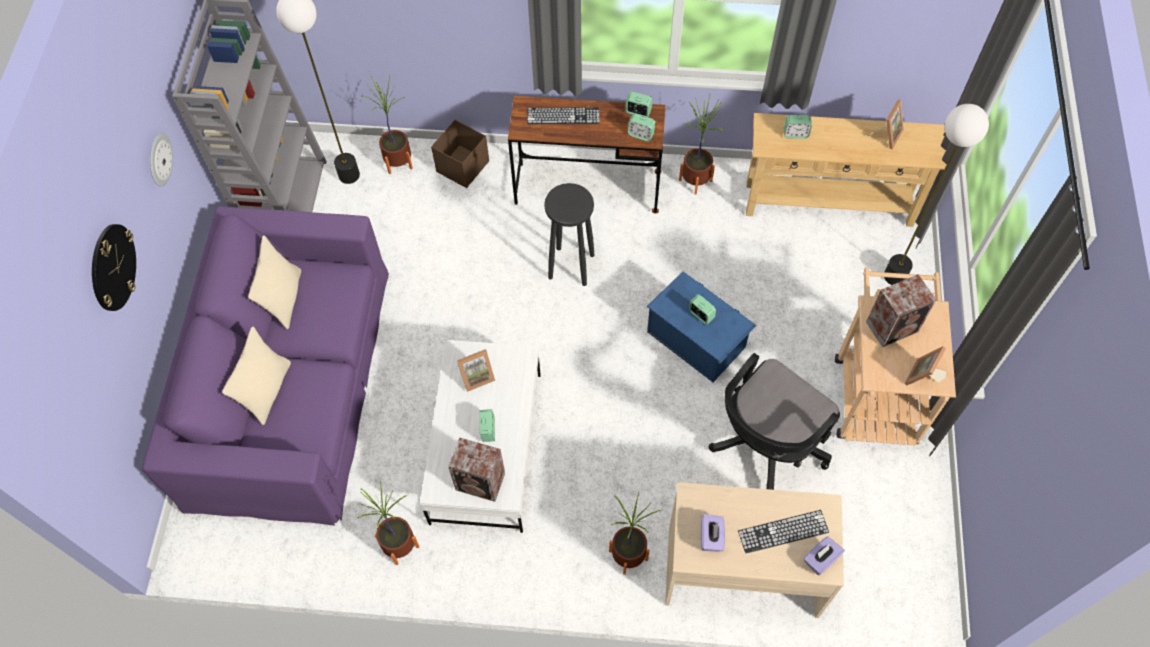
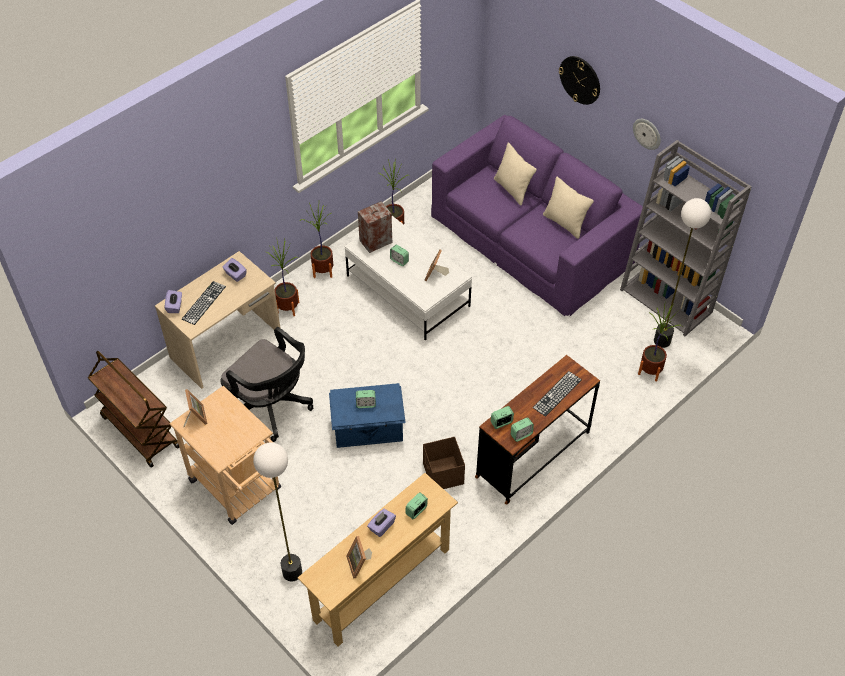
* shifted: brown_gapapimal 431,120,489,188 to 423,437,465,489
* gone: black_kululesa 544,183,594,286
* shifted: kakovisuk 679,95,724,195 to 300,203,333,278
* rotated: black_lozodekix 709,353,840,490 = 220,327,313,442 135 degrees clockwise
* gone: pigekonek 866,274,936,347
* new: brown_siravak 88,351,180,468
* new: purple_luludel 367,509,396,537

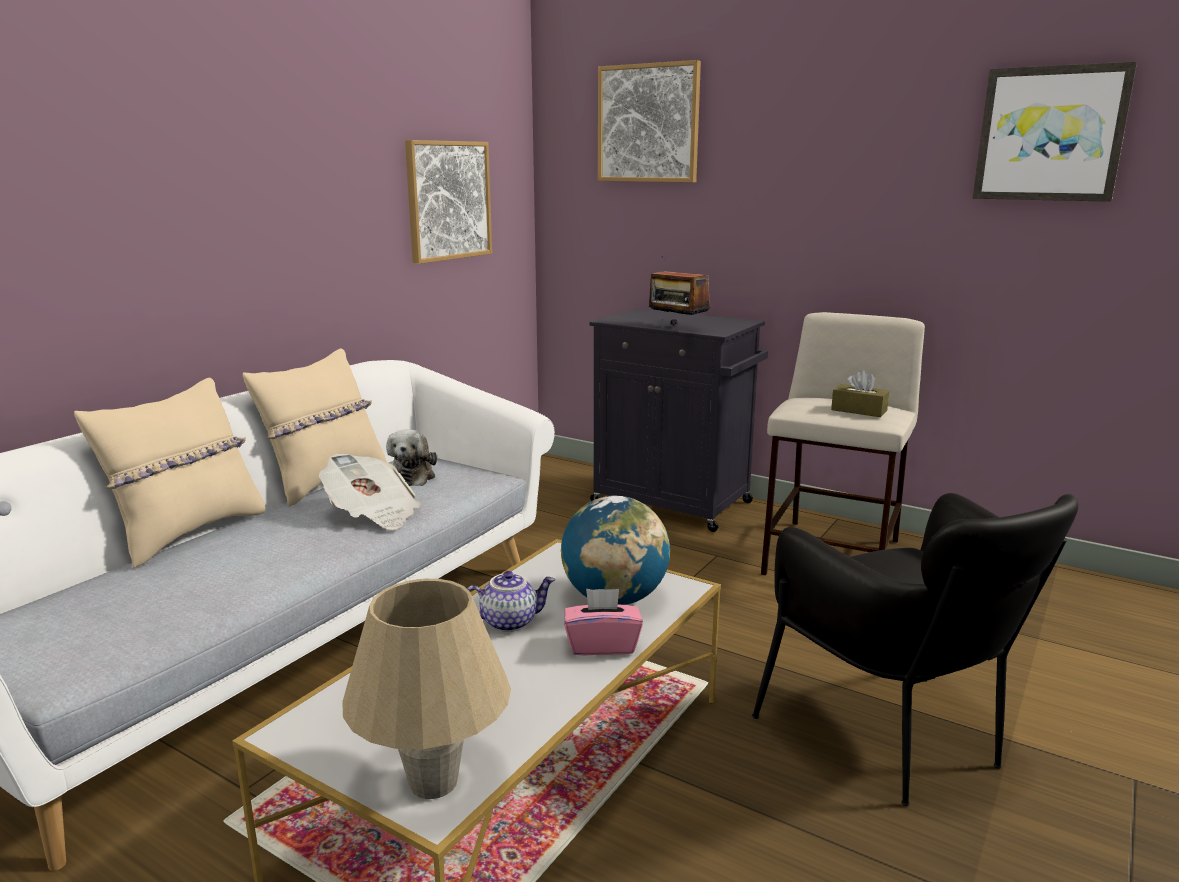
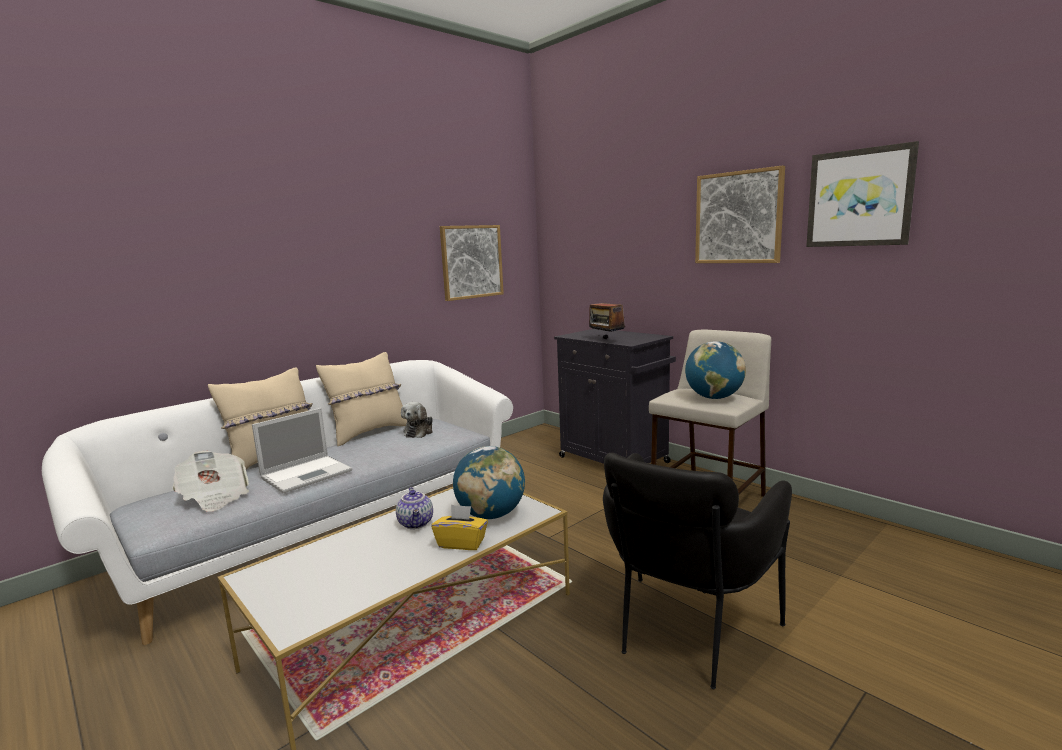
* shifted: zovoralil 319,453,421,530 to 172,451,249,512
* gone: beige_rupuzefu 342,579,511,799
* rotated: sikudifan 467,571,555,632 = 396,487,433,529 75 degrees clockwise
* repainted: pink_luludel 564,589,643,655 to yellow_luludel 431,504,488,550
* shifted: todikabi 598,60,701,182 to 695,165,785,263
* rotated: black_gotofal 752,493,1078,806 = 603,453,792,689 45 degrees clockwise
* swapped: brown_luludel 831,370,889,417 to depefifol 685,341,746,399
* new: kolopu 252,408,352,493

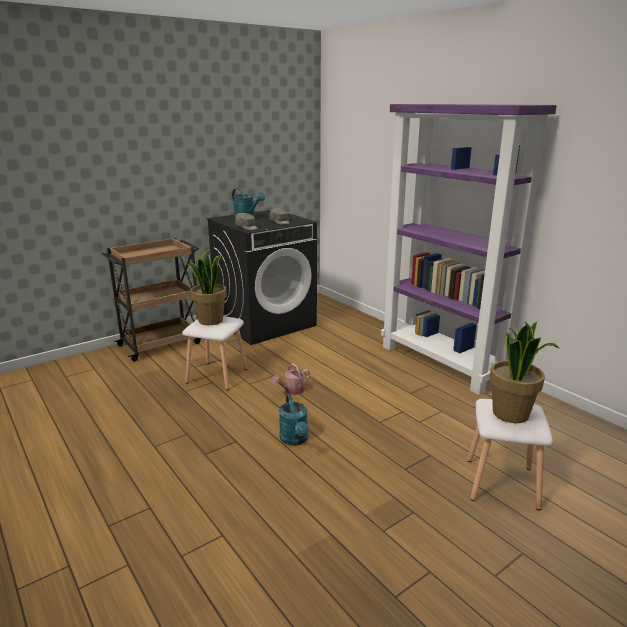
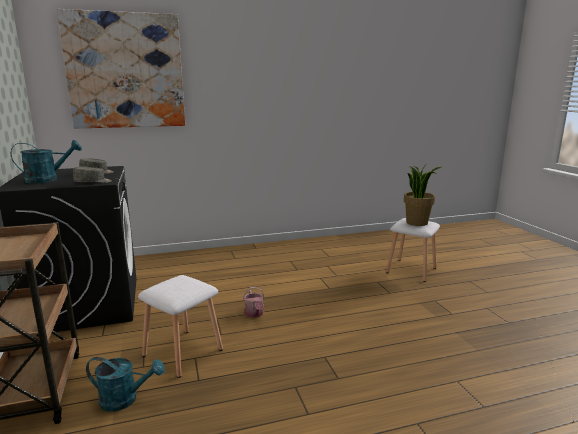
* gone: kakovisuk 187,249,227,325
* shifted: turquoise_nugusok 279,394,309,446 to 86,357,165,412
* gone: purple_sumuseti 381,104,557,395
* new: todikabi 57,9,185,129

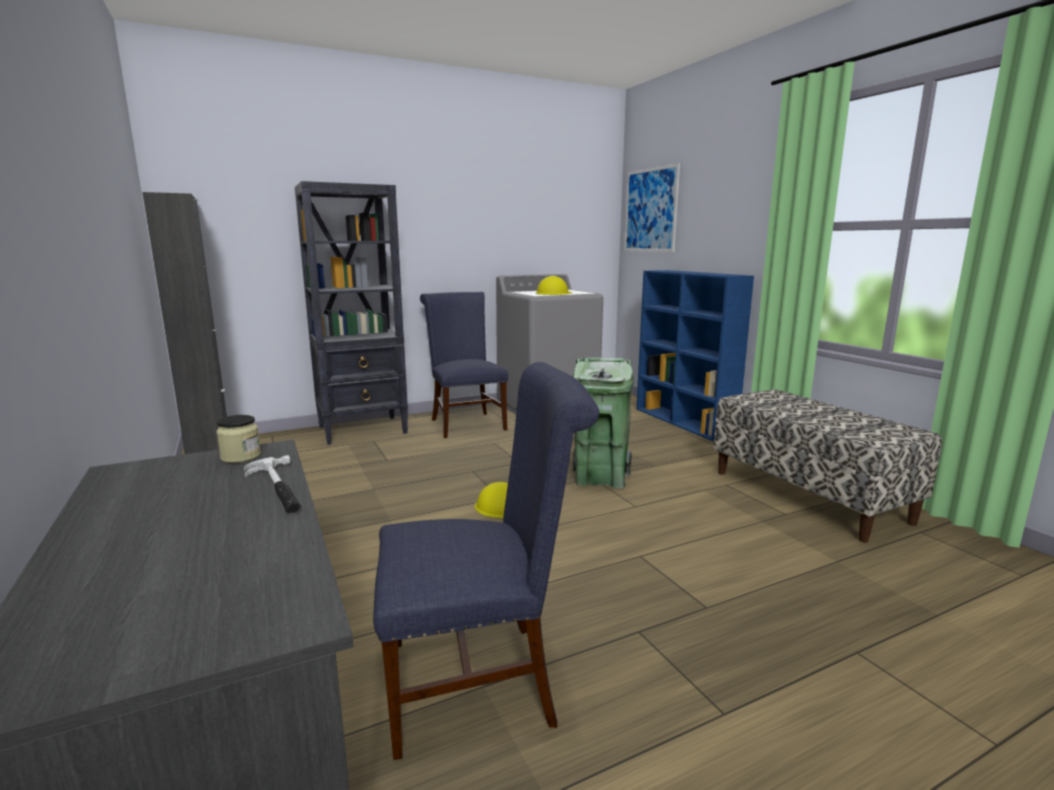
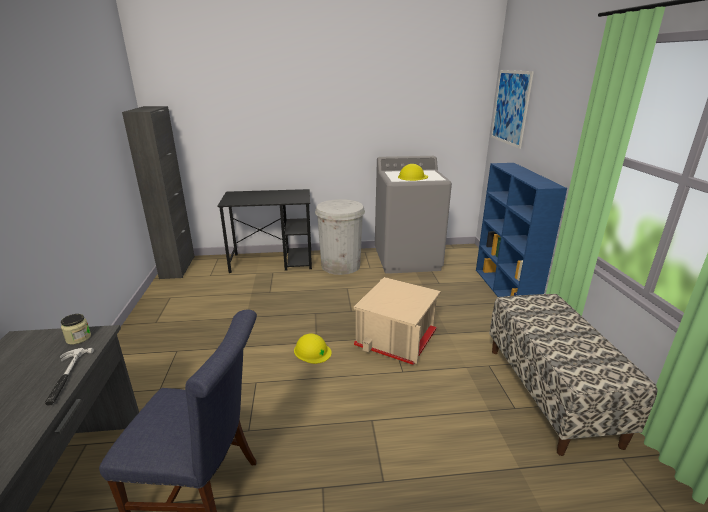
* swapped: black_sumuseti 295,181,408,445 to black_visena 217,189,312,273
* swapped: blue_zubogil 420,292,508,438 to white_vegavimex 315,199,365,275
* swapped: green_vegavimex 573,358,634,489 to beige_gapapimal 353,277,441,365

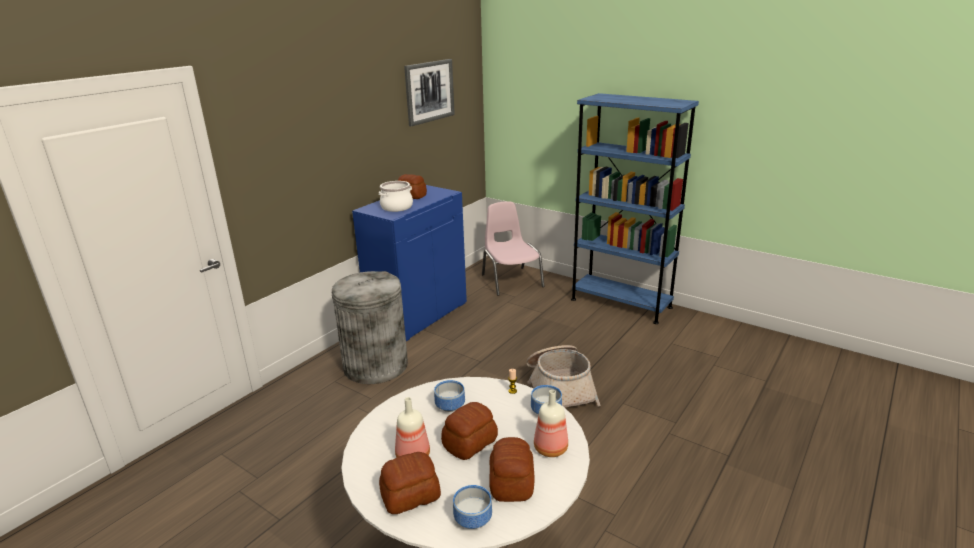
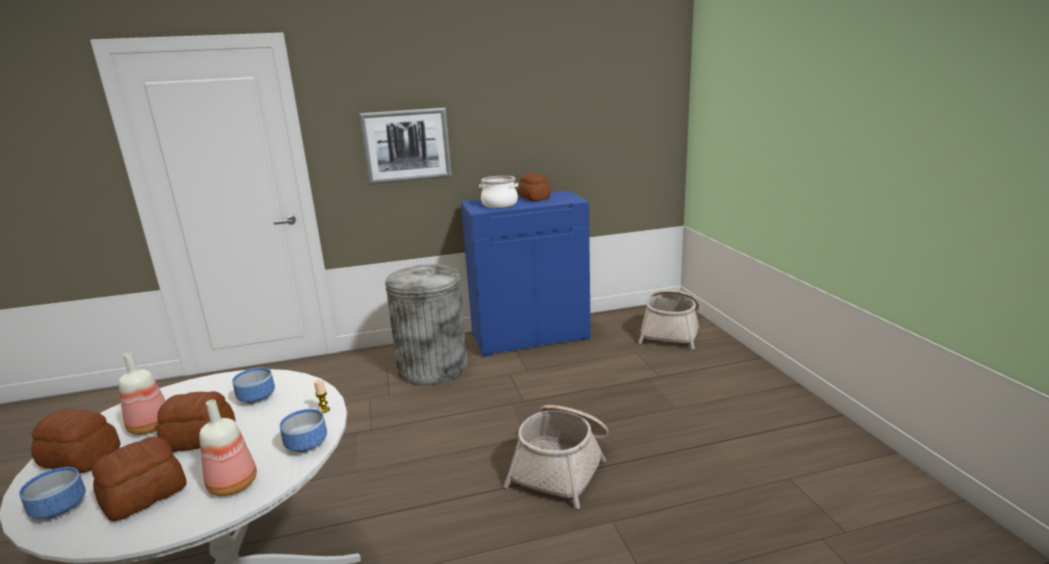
* shifted: todikabi 404,59,455,126 to 359,108,452,185
* swapped: pink_zubogil 482,201,545,296 to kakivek 638,290,700,349
* gone: blue_sumuseti 571,93,699,324

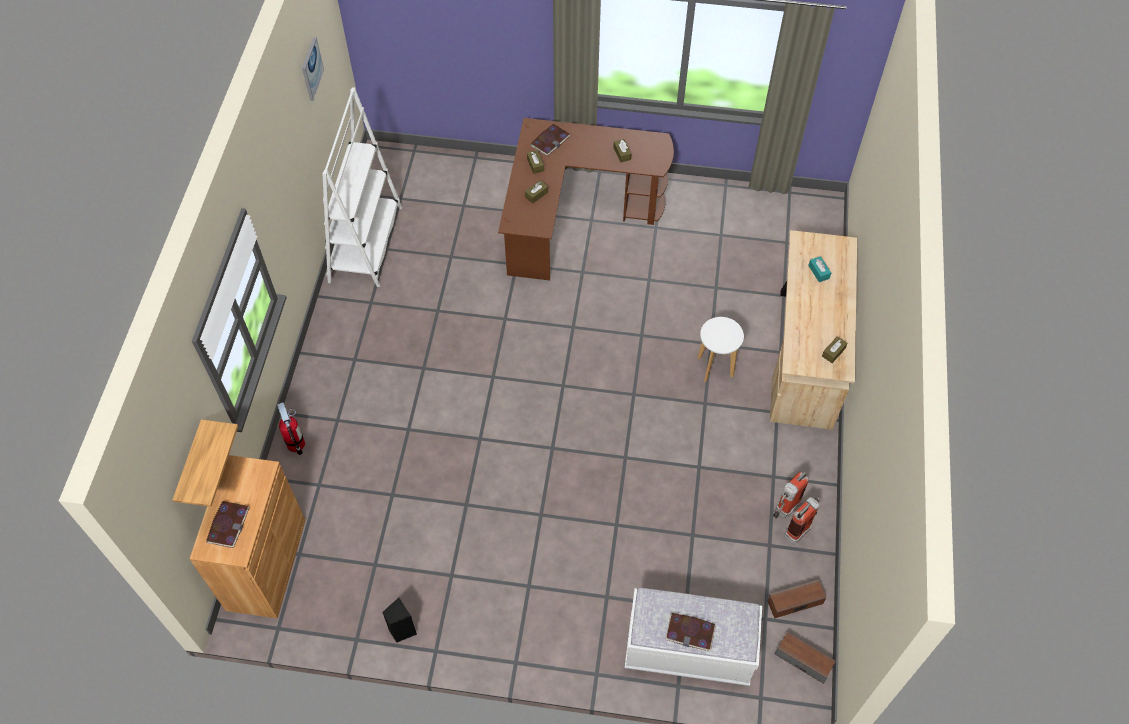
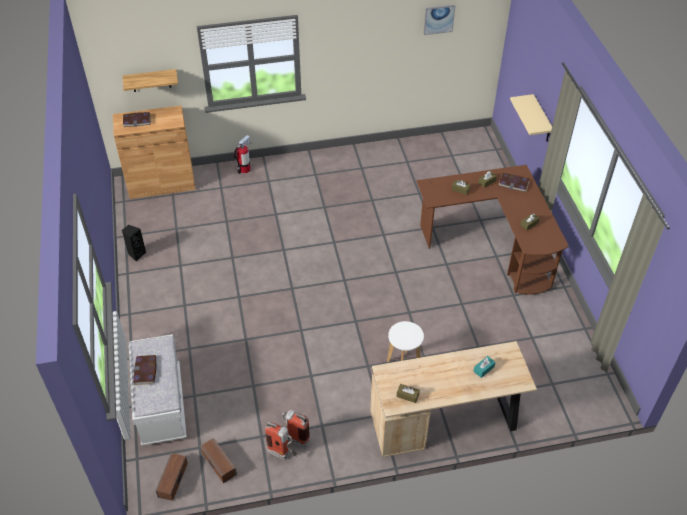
* gone: white_sumuseti 322,88,402,287
* new: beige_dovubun 510,94,552,141

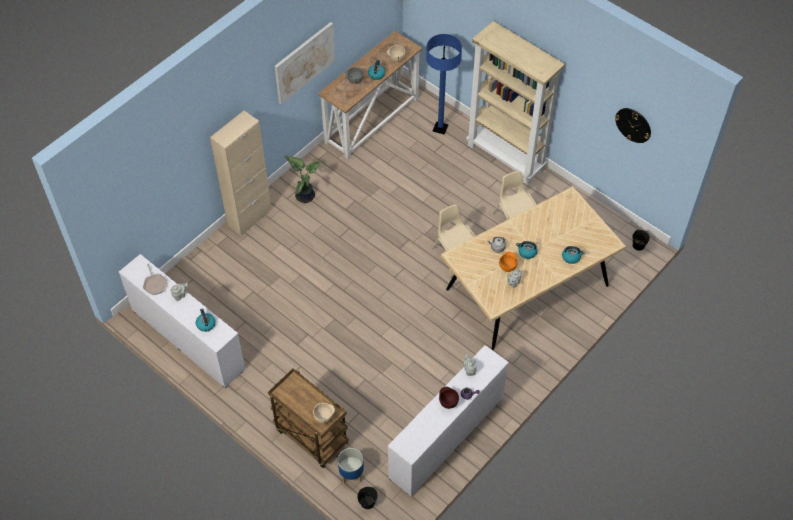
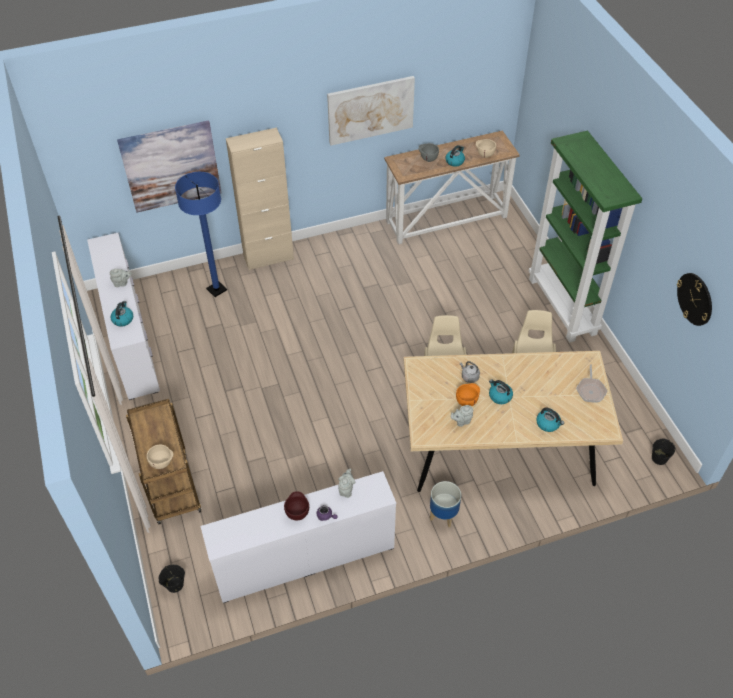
* shifted: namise 143,264,167,295 to 576,364,608,403
* gone: kakovisuk 284,155,320,203
* shifted: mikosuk 338,448,364,484 to 430,481,461,527
* shifted: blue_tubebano 426,34,462,135 to 175,172,227,297
* repainted: beige_sumuseti 466,21,565,185 to green_sumuseti 528,131,642,343
* new: todikabi 117,120,221,212

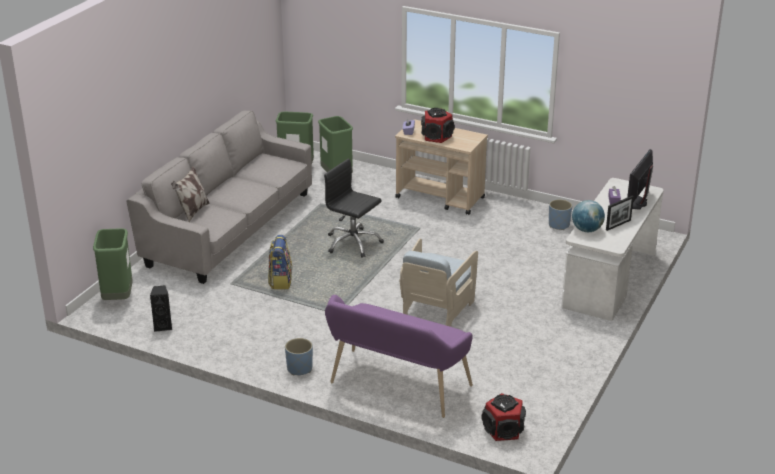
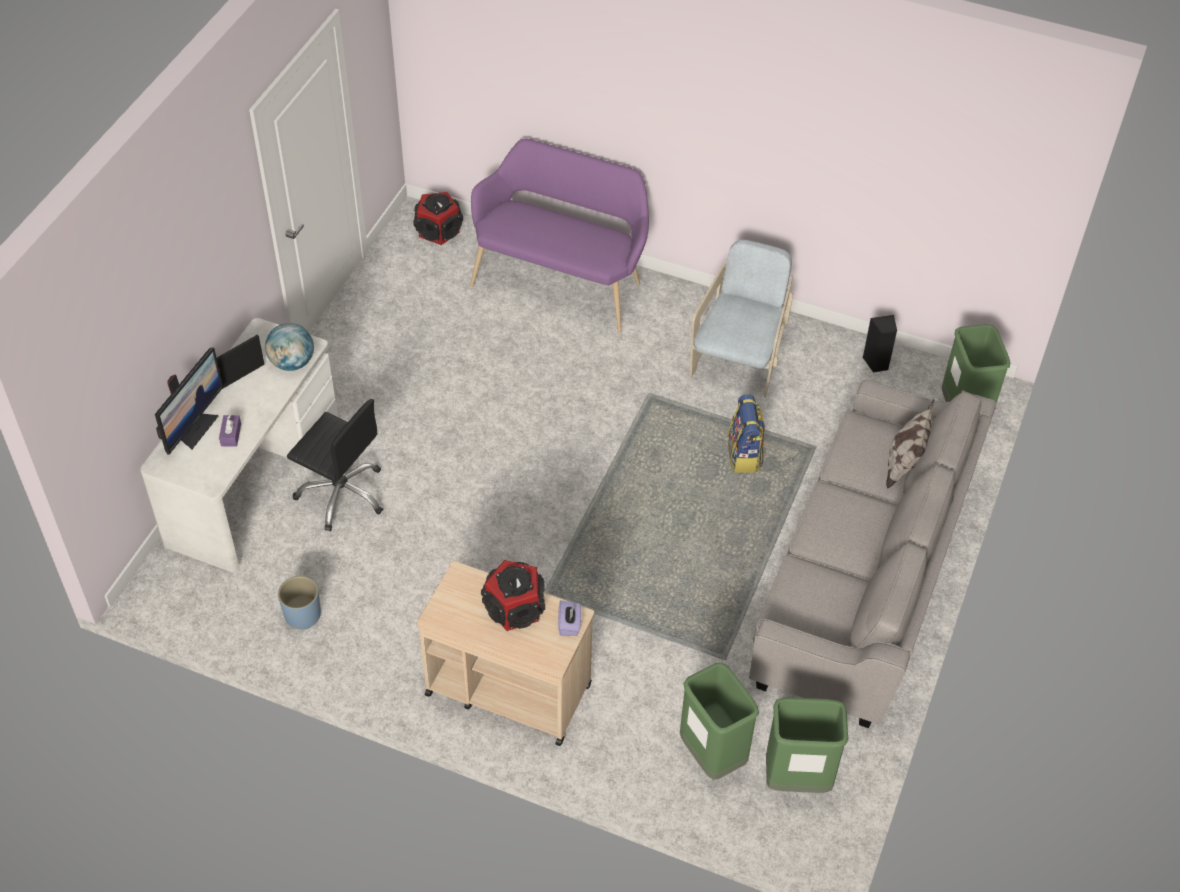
* gone: blue_mikosuk 285,338,313,375
* shifted: black_lozodekix 324,158,384,258 to 287,399,383,531
* shifted: beige_gotofal 399,238,478,327 to 690,240,793,398

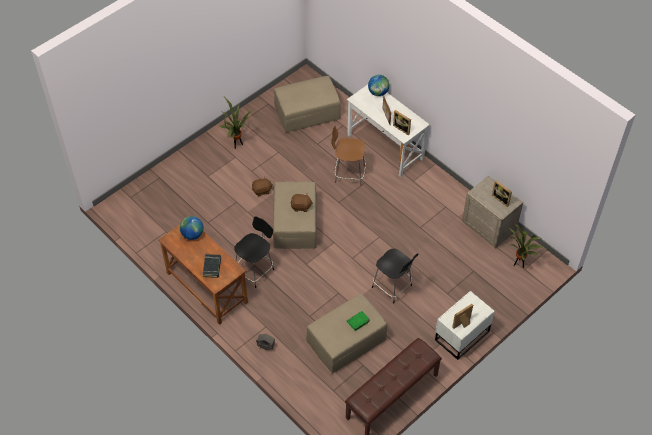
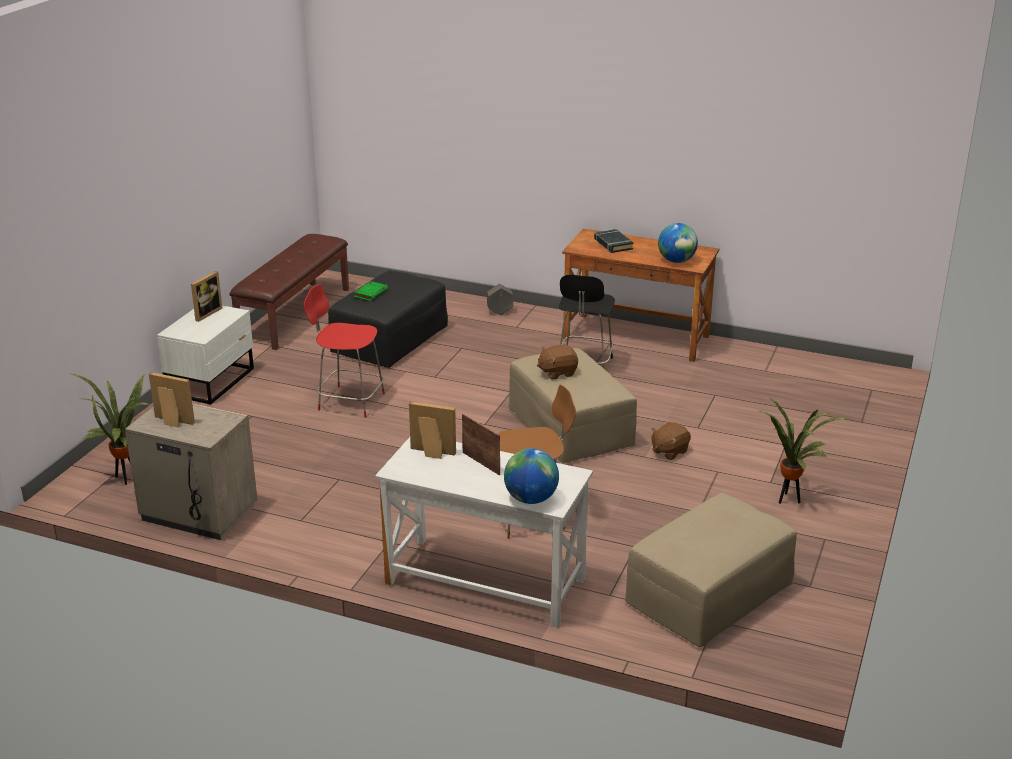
* repainted: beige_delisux 306,294,387,374 to black_delisux 328,271,448,368
* repainted: black_zubogil 372,249,418,304 to red_zubogil 304,284,385,418

